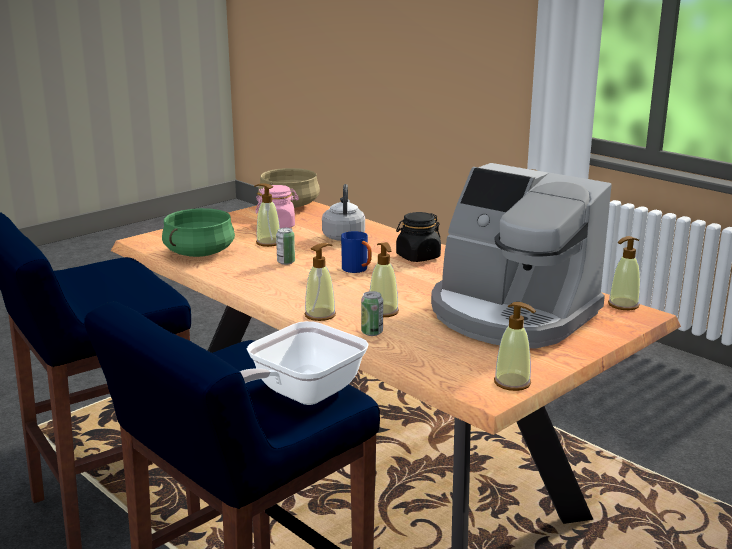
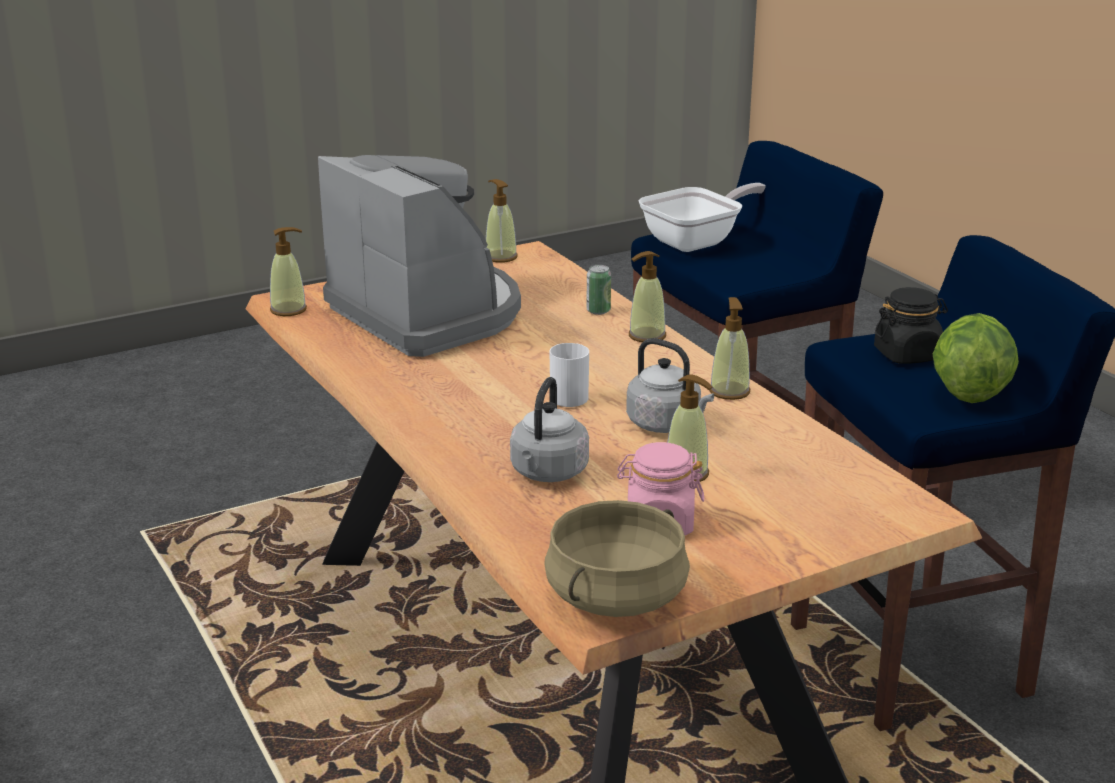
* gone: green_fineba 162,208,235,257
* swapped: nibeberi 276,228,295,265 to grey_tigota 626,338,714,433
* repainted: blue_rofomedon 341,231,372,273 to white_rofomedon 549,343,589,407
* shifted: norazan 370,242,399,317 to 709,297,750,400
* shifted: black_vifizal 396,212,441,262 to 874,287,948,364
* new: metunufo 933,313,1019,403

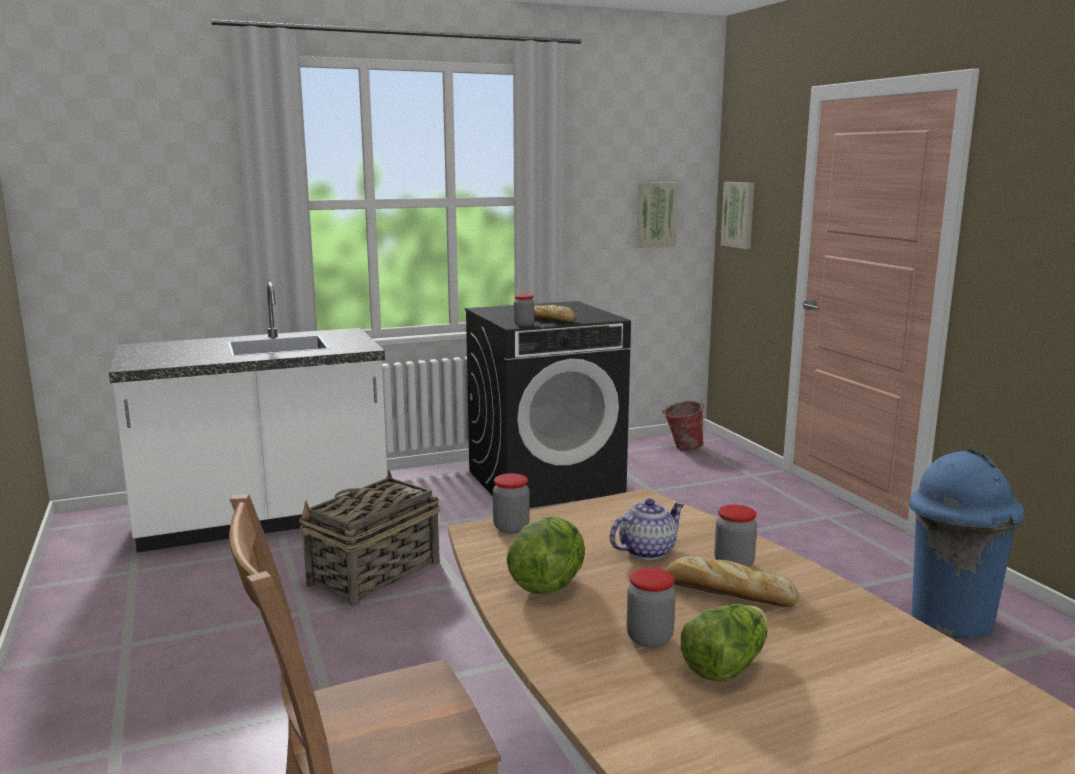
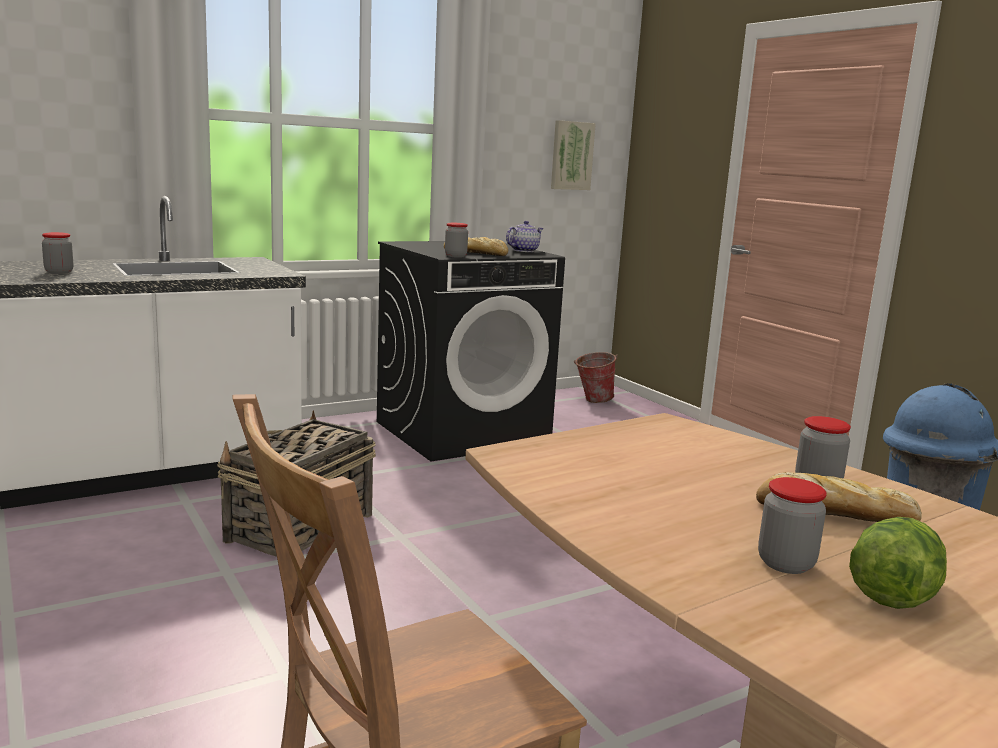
* shifted: vifizal 493,473,530,533 to 42,232,73,274
* gone: metunufo 506,517,585,594
* shifted: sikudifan 610,498,685,560 to 506,221,544,252
* gone: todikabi 721,182,754,249

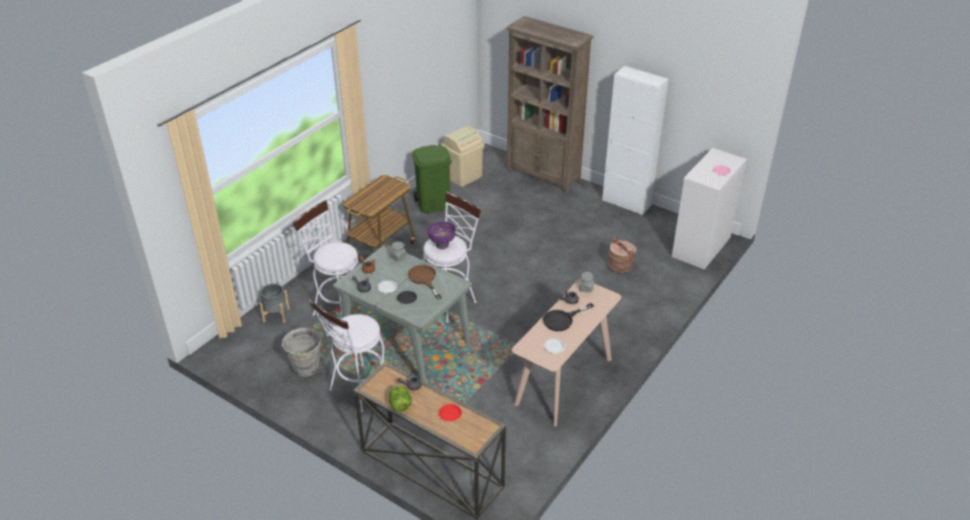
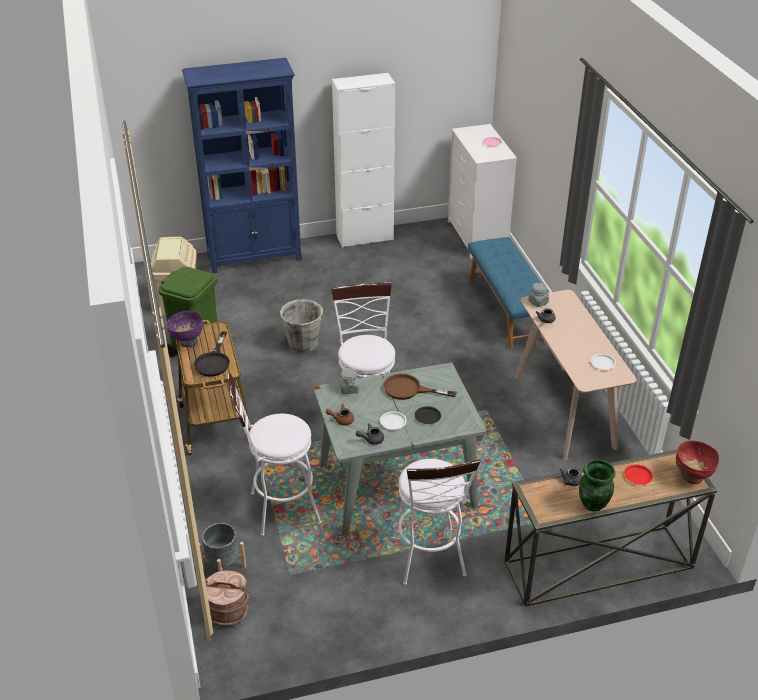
* shifted: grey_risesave 280,328,323,377 to 280,299,326,353
* swapped: metunufo 389,385,412,412 to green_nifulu 579,459,616,512
* shifted: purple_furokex 427,221,456,249 to 167,311,203,347
* repainted: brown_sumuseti 506,16,594,193 to blue_sumuseti 182,58,302,273
* shifted: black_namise 543,303,594,331 to 194,331,230,377
* shifted: brown_risesave 607,238,636,273 to 205,571,250,627
* new: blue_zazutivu 468,237,545,349
* new: red_furokex 676,441,719,484

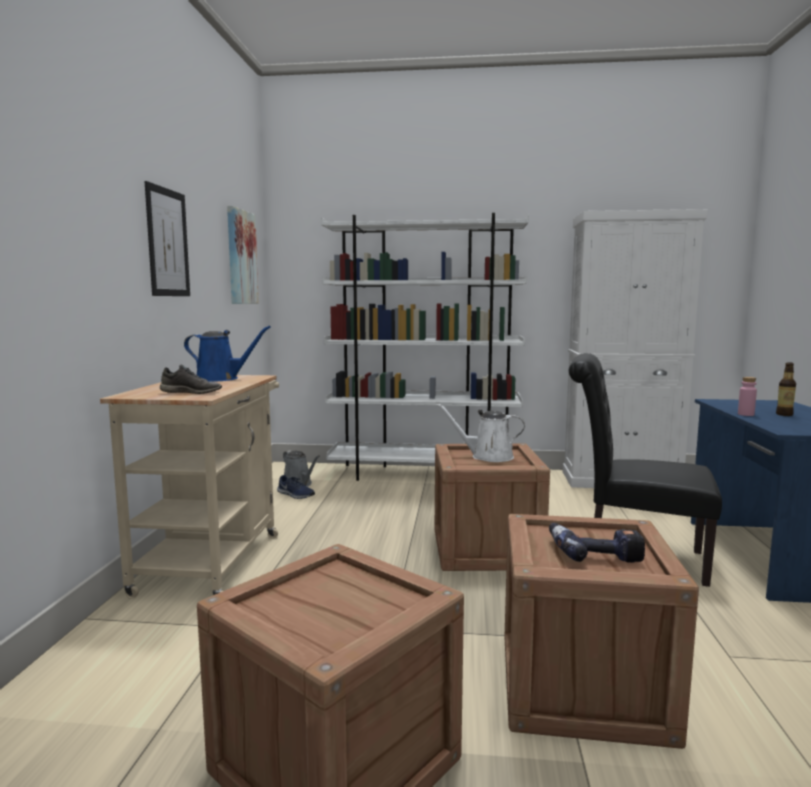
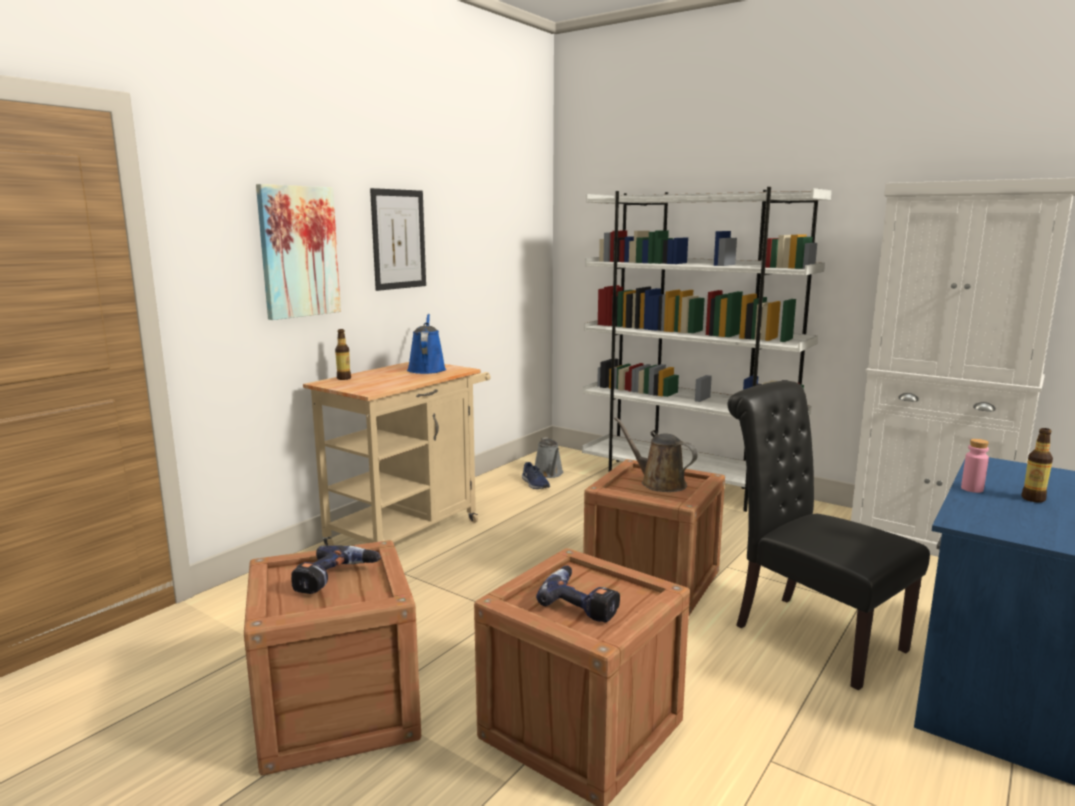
* gone: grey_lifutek 160,365,222,394
* rotated: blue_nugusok 184,326,271,382 = 407,314,446,374 135 degrees counterclockwise
* shifted: todikabi 227,206,259,304 to 256,184,341,320
* repainted: white_nugusok 436,403,525,462 to brown_nugusok 614,417,698,492
* new: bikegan 291,545,381,594
* new: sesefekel 335,329,351,380

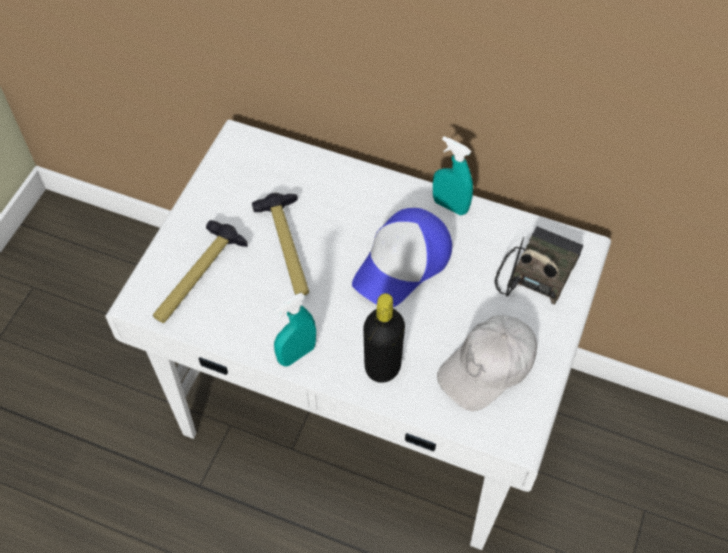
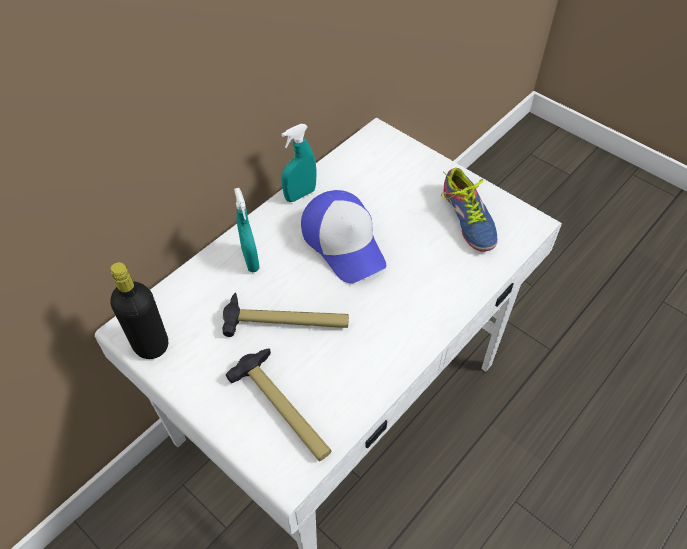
* shifted: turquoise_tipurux 274,293,316,366 to 234,188,260,272
* shifted: black_sesefekel 363,293,405,383 to 110,262,168,359
* swapped: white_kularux 437,315,537,411 to lifutek 441,168,498,251
* gone: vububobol 495,226,583,305

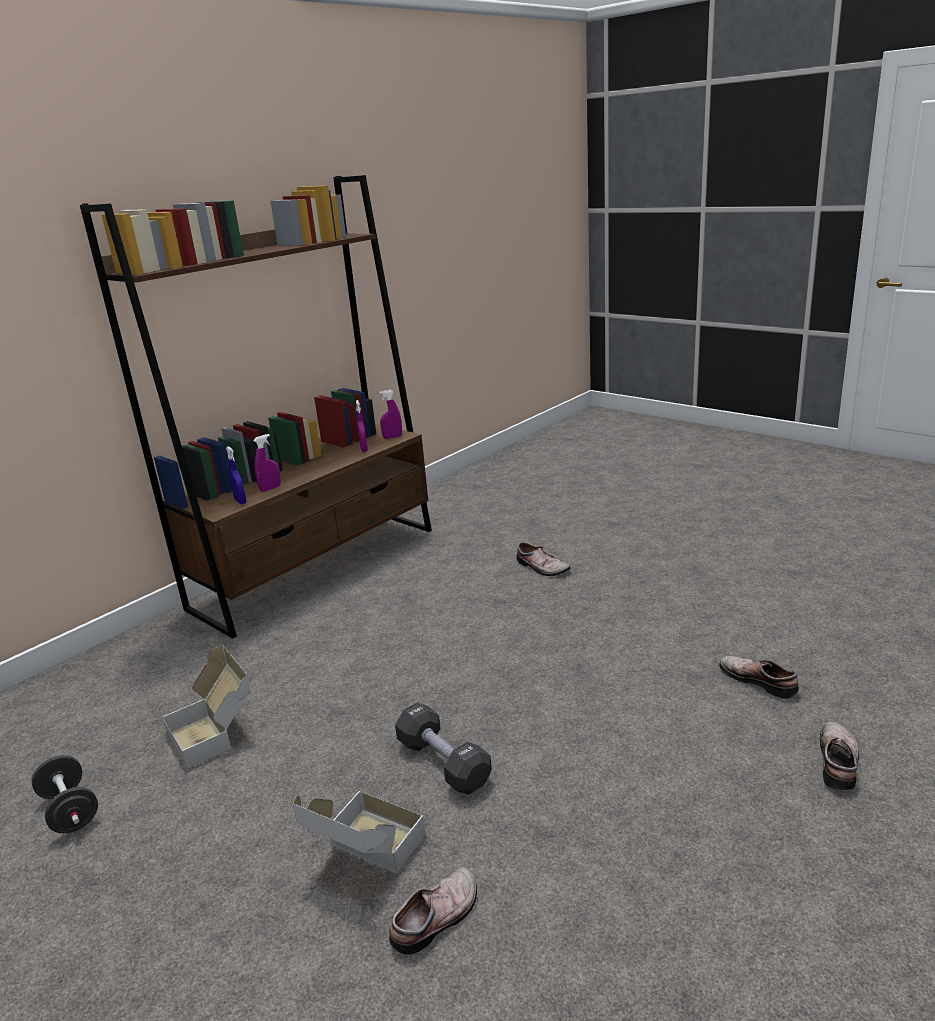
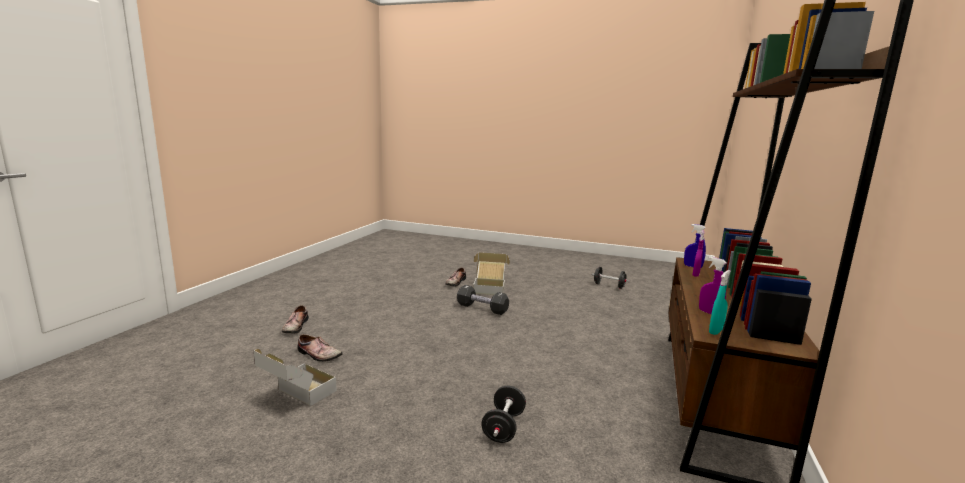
* shifted: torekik 162,646,251,769 to 254,349,337,406
* repainted: purple_tipurux 379,390,402,439 to turquoise_tipurux 709,270,731,335
* swapped: lifutek 516,542,571,576 to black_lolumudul 481,386,526,443

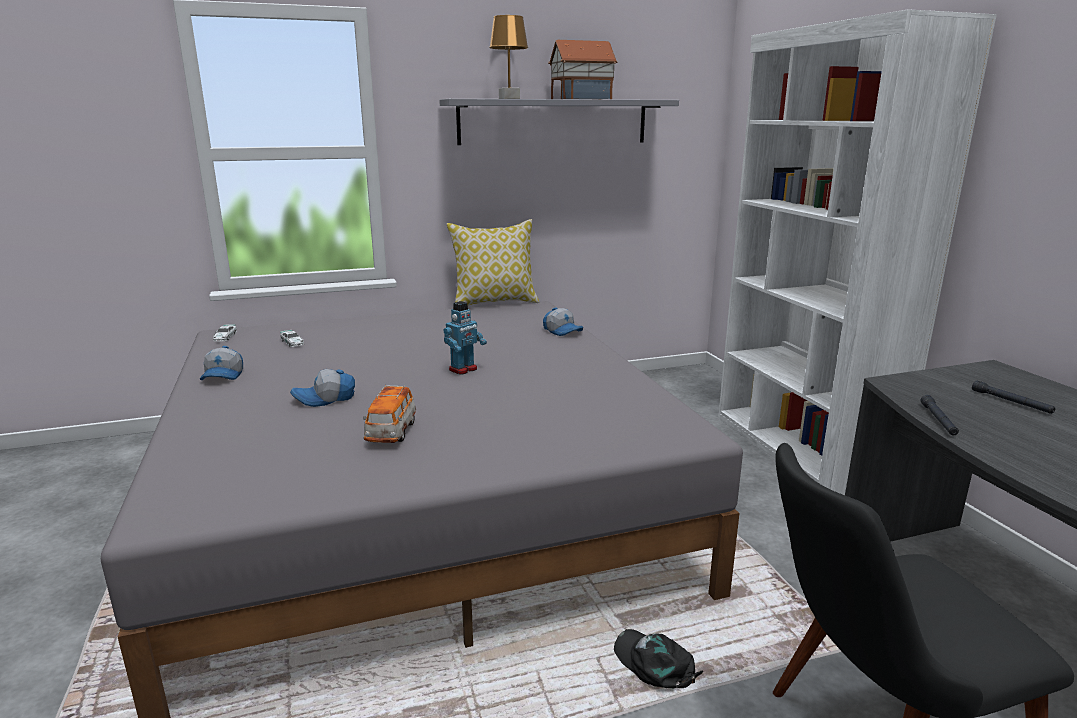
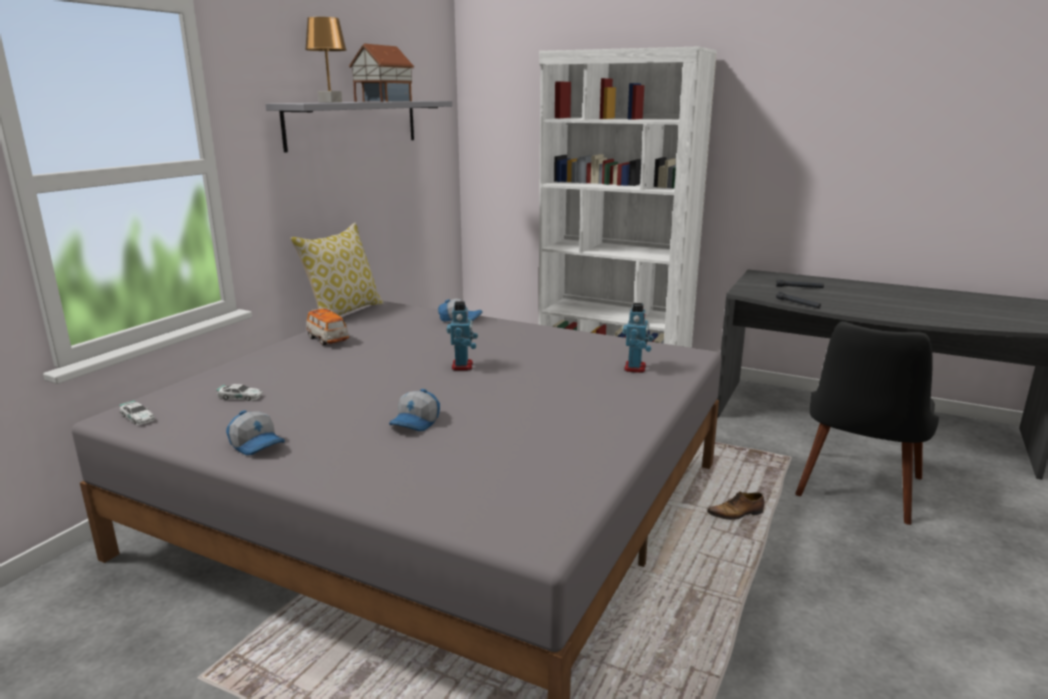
* shifted: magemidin 363,385,416,443 to 306,307,349,346
* swapped: black_kularux 614,629,703,689 to lifutek 707,491,764,520
* new: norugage 622,303,654,373

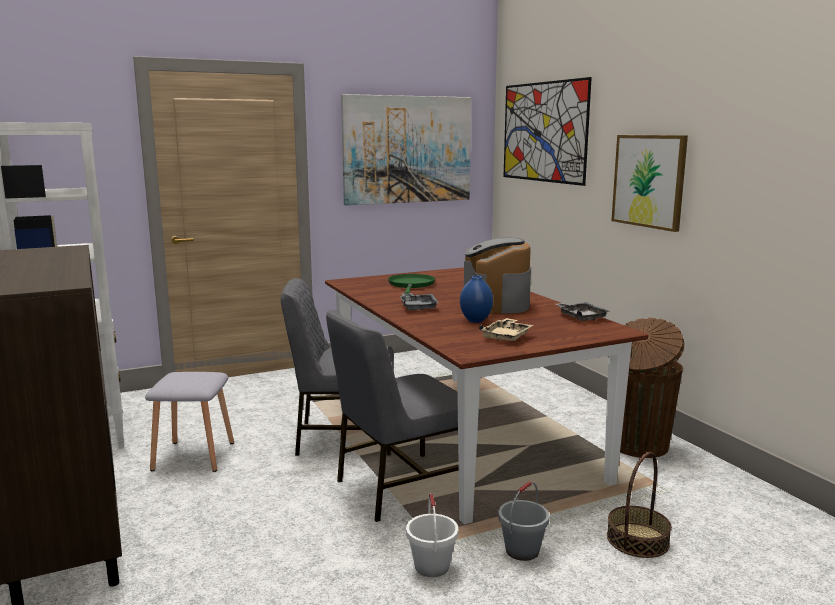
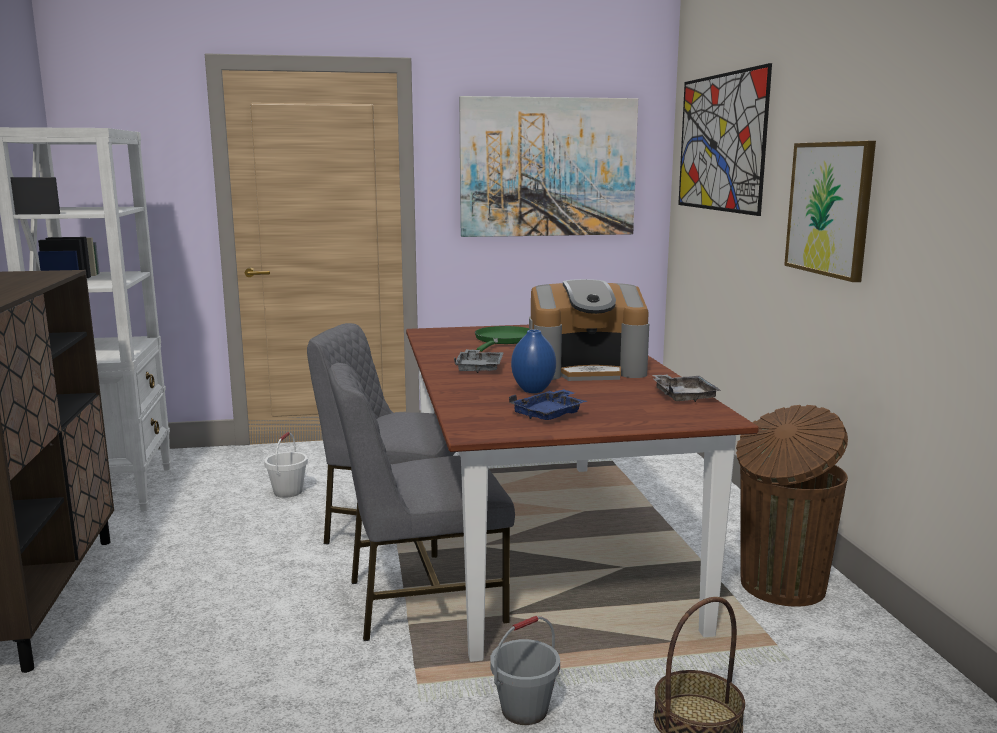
* gone: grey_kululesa 145,372,234,472
* shifted: white_risesave 406,493,458,577 to 264,432,308,498
* rotated: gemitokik 464,237,531,314 = 529,279,649,381 105 degrees counterclockwise
* repainted: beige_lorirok 479,318,533,341 to blue_lorirok 509,389,587,420

